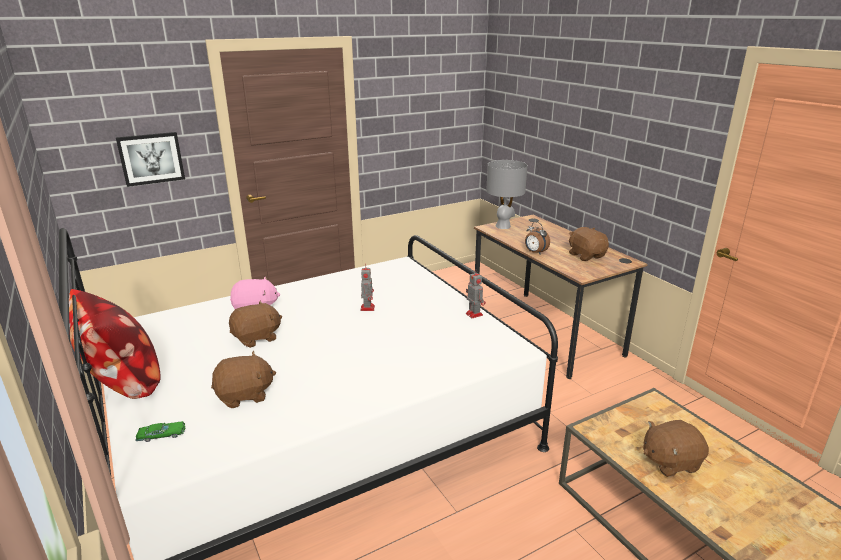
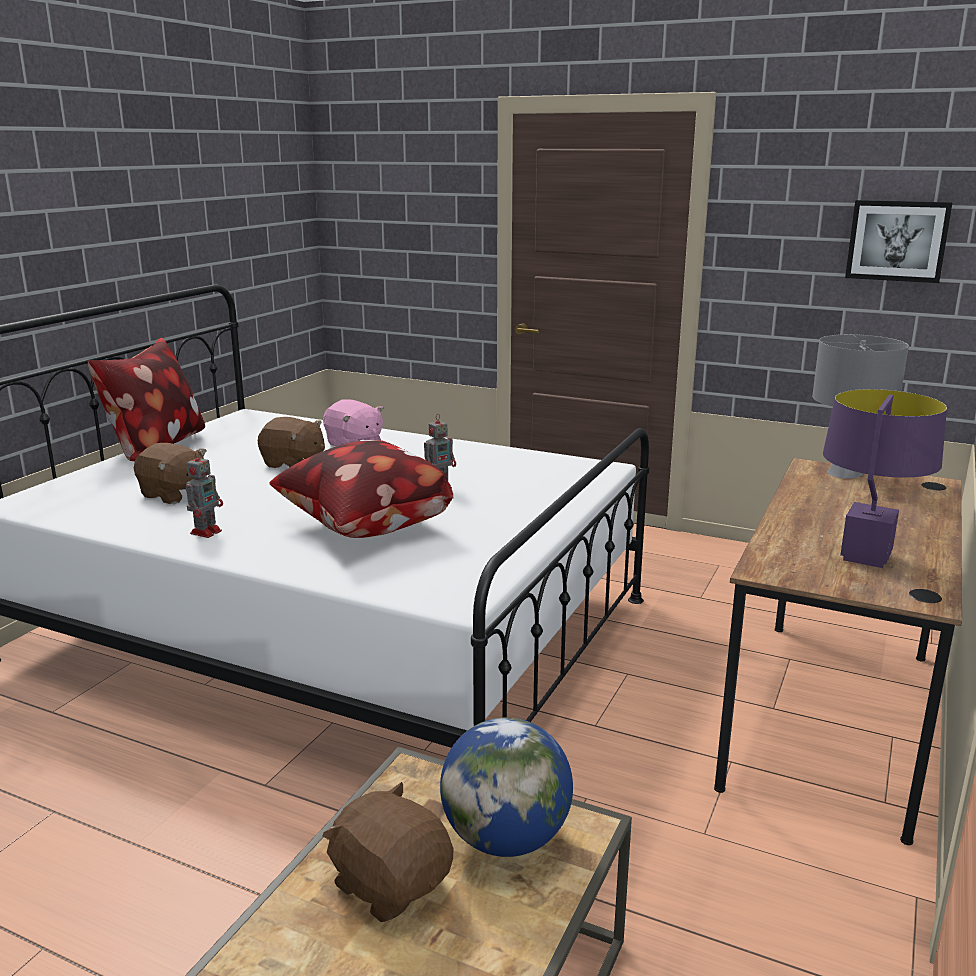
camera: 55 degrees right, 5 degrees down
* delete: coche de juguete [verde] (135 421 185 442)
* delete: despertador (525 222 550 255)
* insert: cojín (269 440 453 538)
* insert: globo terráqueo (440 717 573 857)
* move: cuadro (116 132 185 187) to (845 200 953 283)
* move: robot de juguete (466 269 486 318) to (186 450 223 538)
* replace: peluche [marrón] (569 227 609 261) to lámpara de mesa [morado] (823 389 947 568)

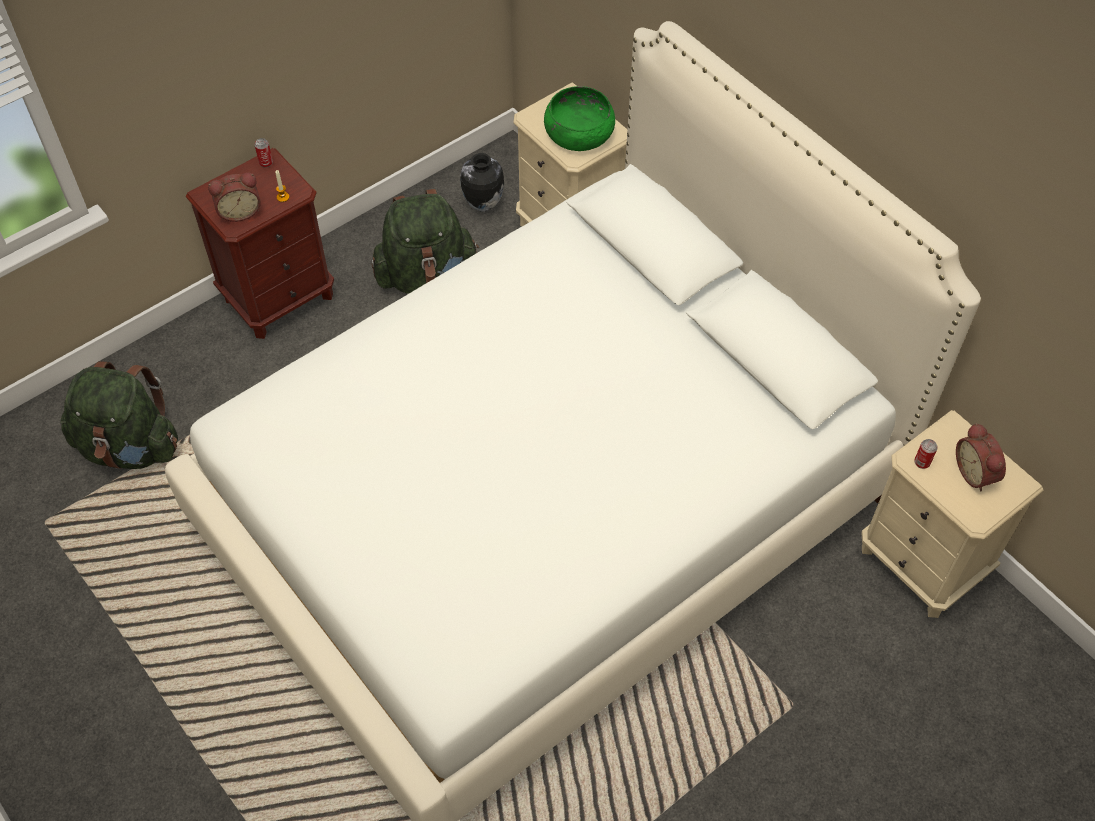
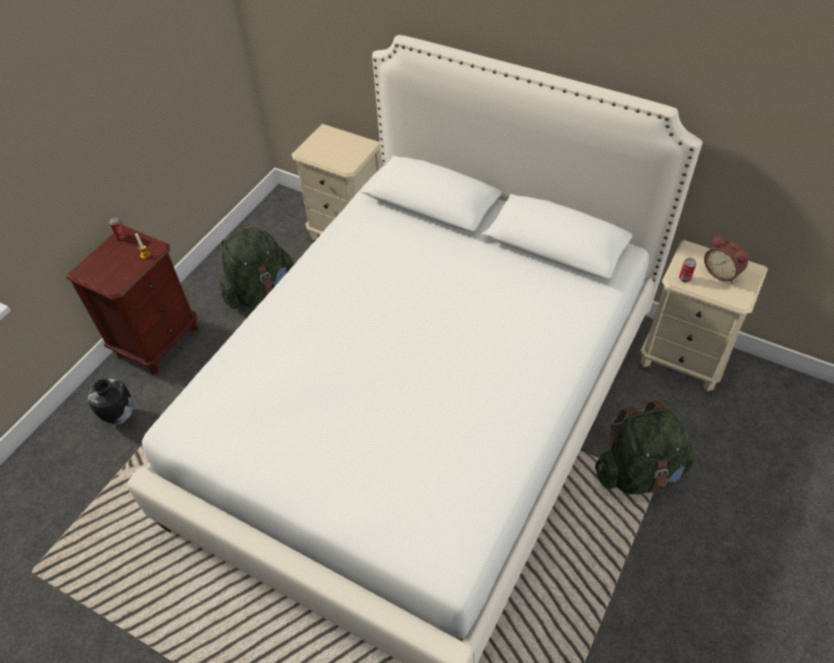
camera: 20 degrees left, 5 degrees down
* delete: despertador (208 173 261 222)
* delete: cuenco [verde] (544 86 615 151)
* move: mochila [verde] (61 361 178 469) to (595 400 695 494)
* move: florero (460 153 504 212) to (88 378 132 425)

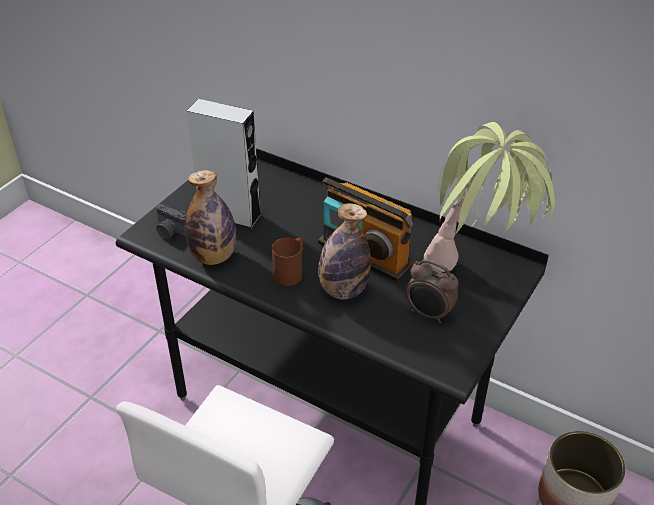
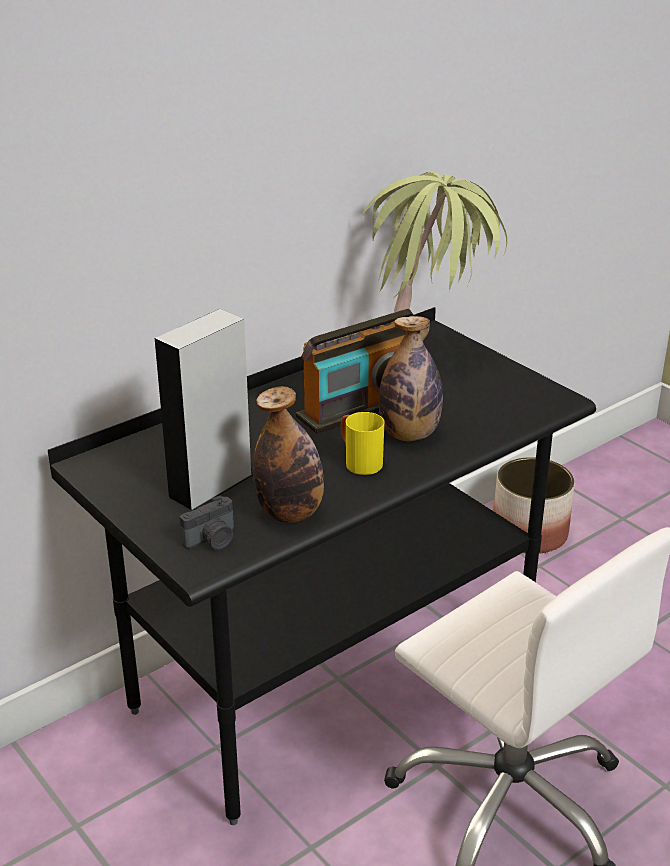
camera: 70 degrees left, 10 degrees down
* delete: despertador (405 259 459 323)
* recolor: taza grande [marrón] (272 238 303 286) to taza grande [amarillo] (341 412 384 475)

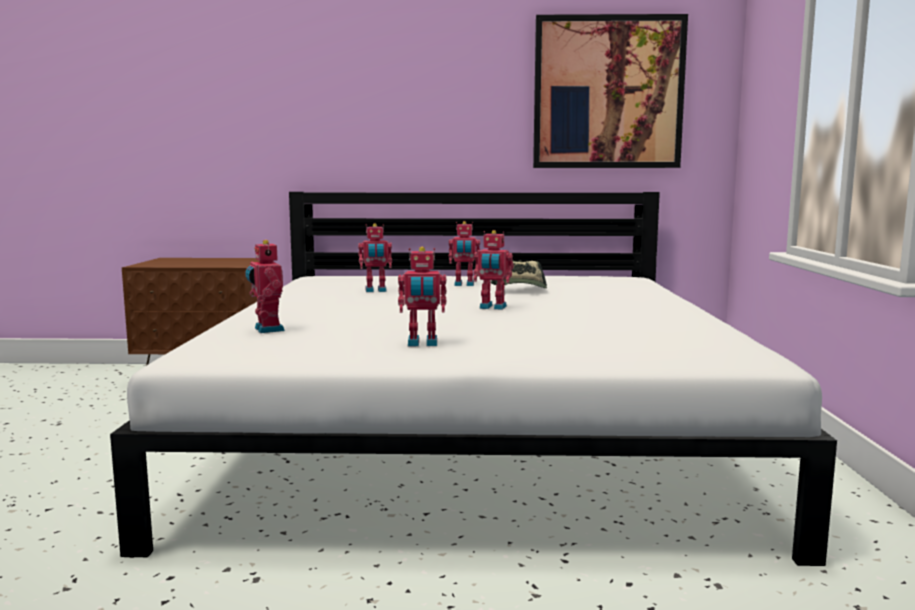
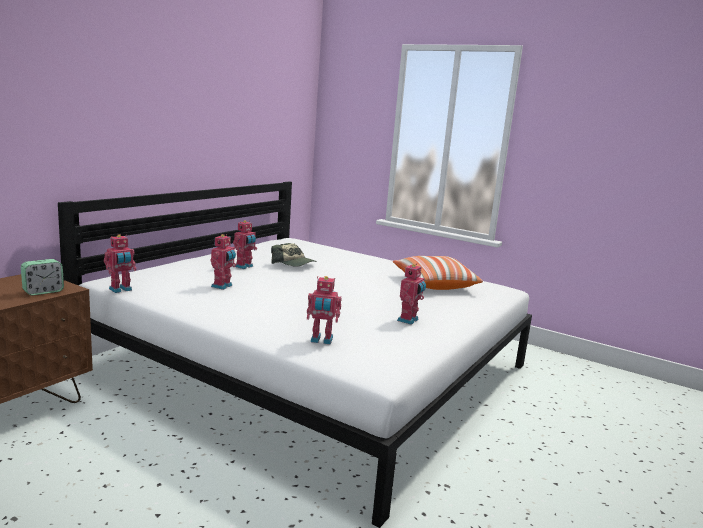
camera: 60 degrees left, 5 degrees up
* delete: cuadro (533 14 688 168)
* insert: despertador (21 259 64 296)
* insert: cojín (393 256 483 290)
* move: robot de juguete (473 230 513 310) to (104 234 137 293)

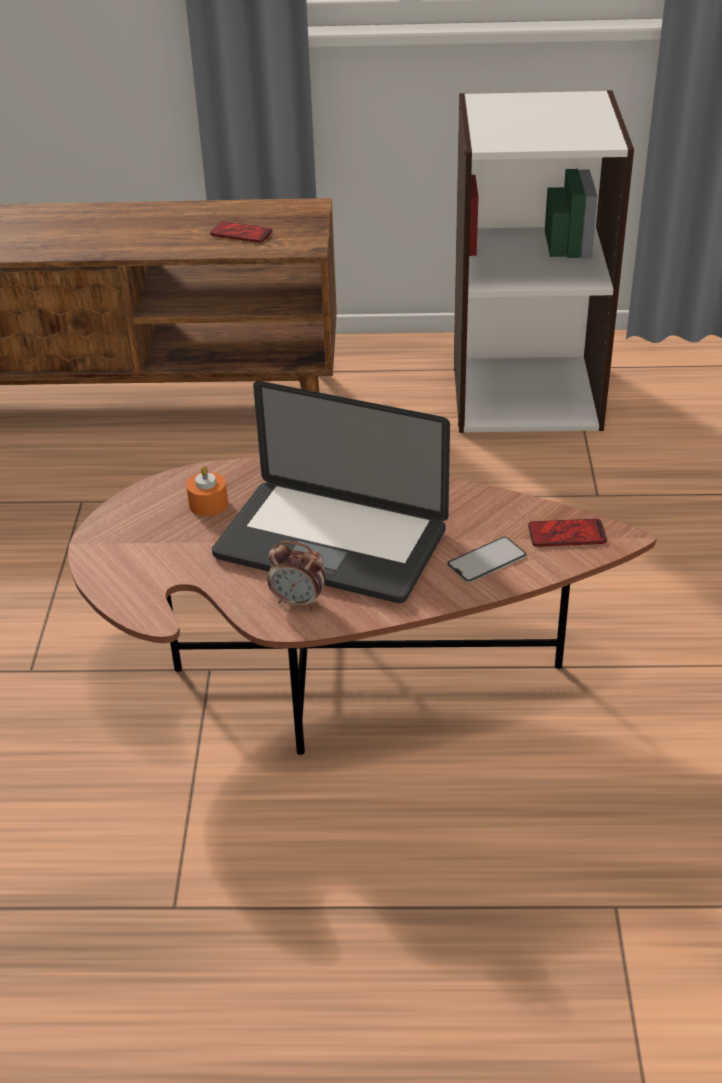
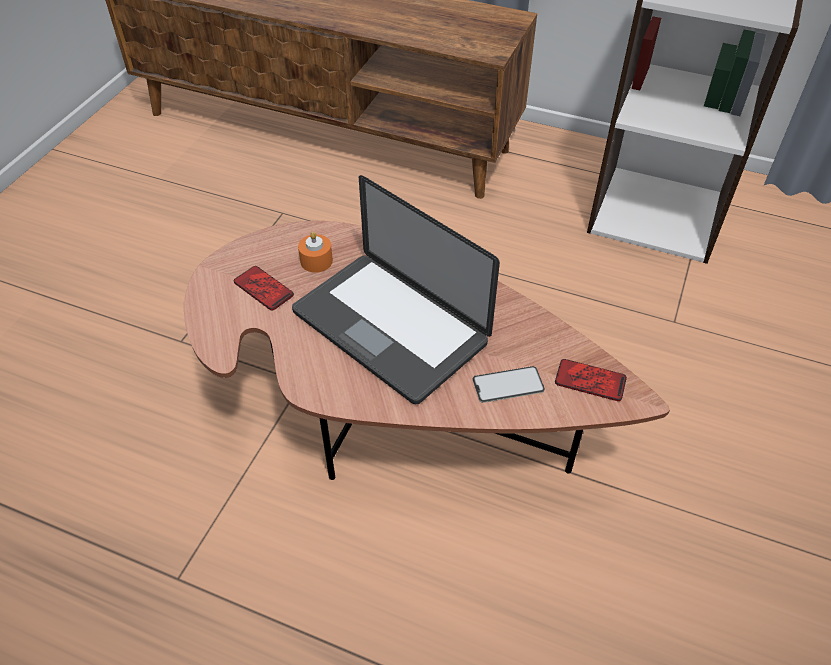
camera: 20 degrees right, 10 degrees up
* delete: despertador (267 541 326 610)
* move: móvil (210 221 273 243) to (234 266 294 310)

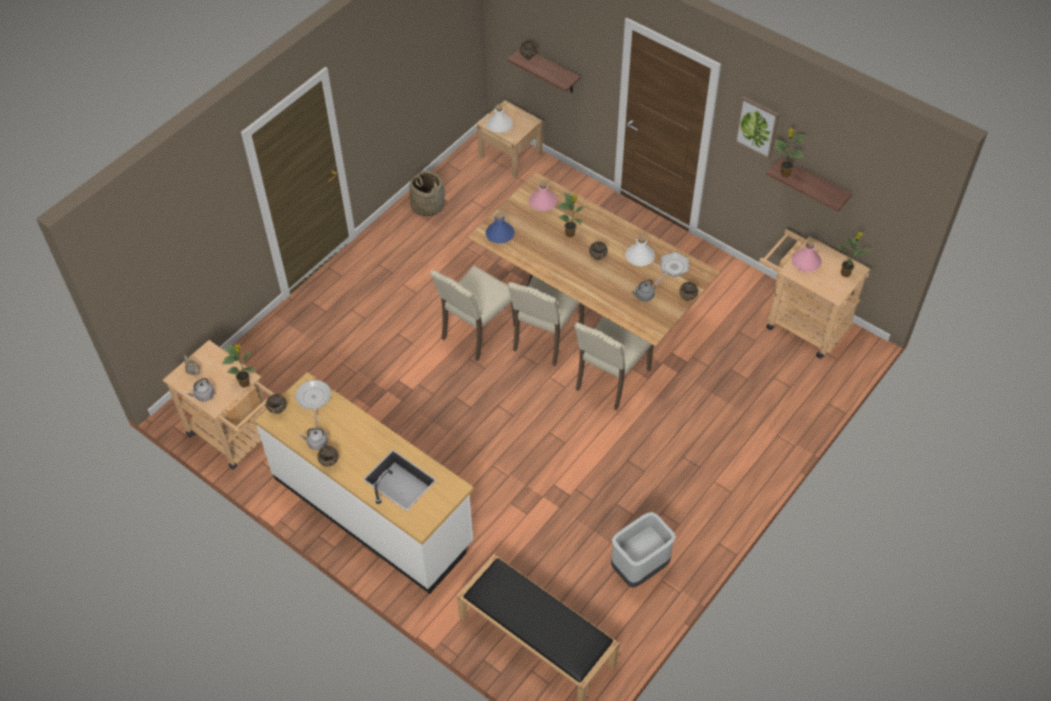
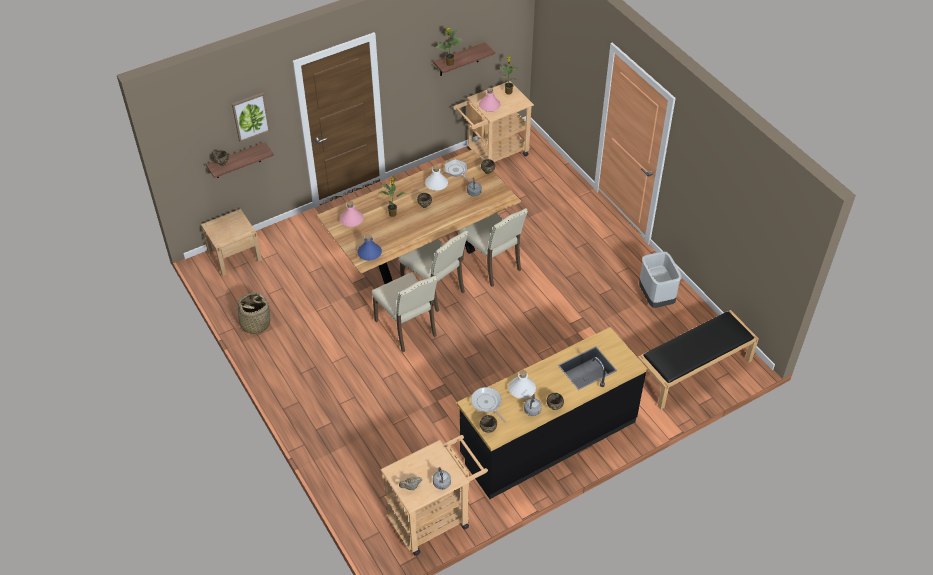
camera: 70 degrees left, 5 degrees down
* delete: planta en maceta (222 345 254 387)
* move: botella [blanco] (487 104 513 133) to (508 370 536 399)
* move: cuadro (734 96 780 160) to (232 93 270 142)
* recolor: mueble bajo de cocina [blanco] (254 372 474 594) to mueble bajo de cocina [negro] (457 327 647 499)
* rotate: sartén (295 380 331 427) = (471 387 506 423) 45 degrees clockwise

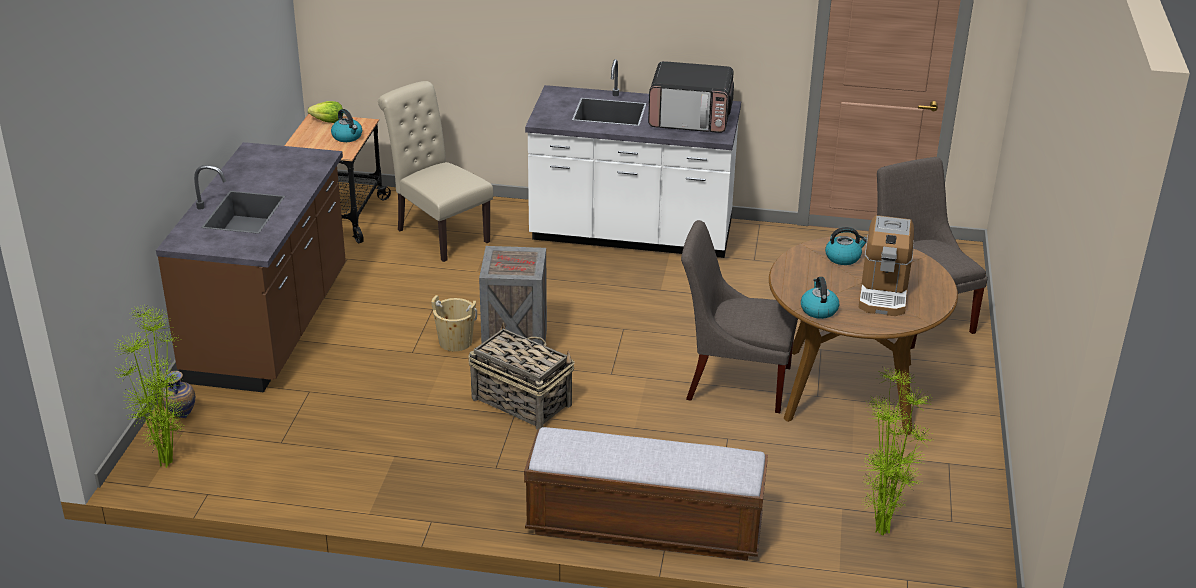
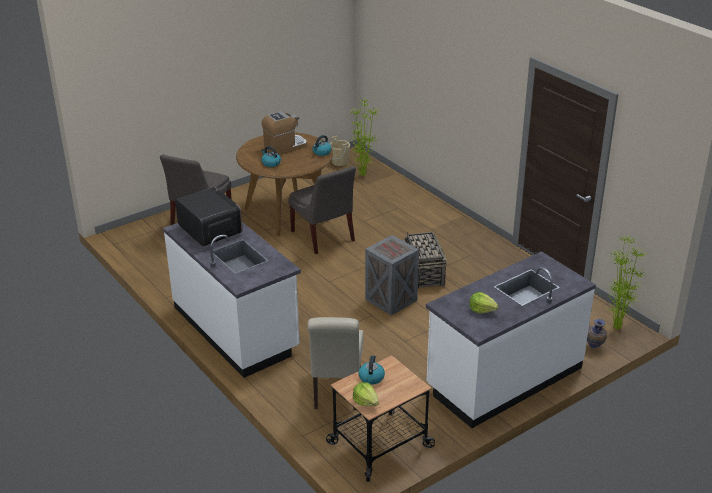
camera: 135 degrees left, 0 degrees up
* delete: banco (524 427 768 561)
* insert: lechuga (469 292 499 313)
* move: cubo [beis] (431 295 477 351) to (330 136 350 166)
* recolor: mueble bajo de cocina [marrón] (156 142 346 393) to mueble bajo de cocina [blanco] (426 251 596 428)

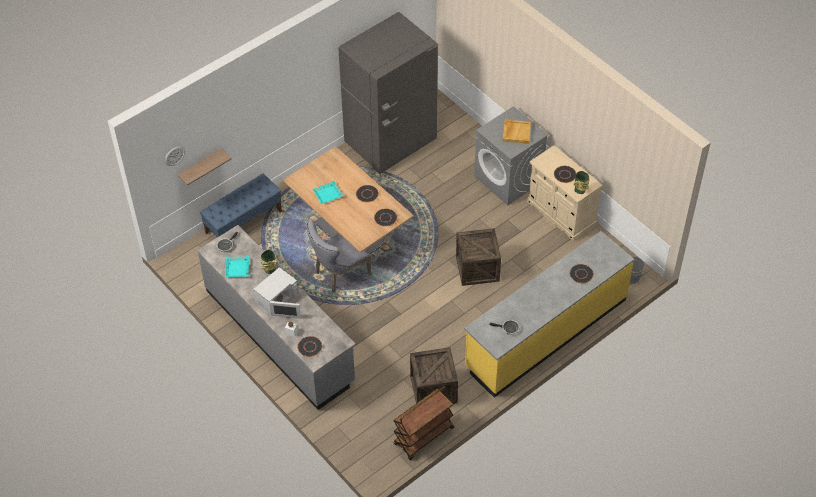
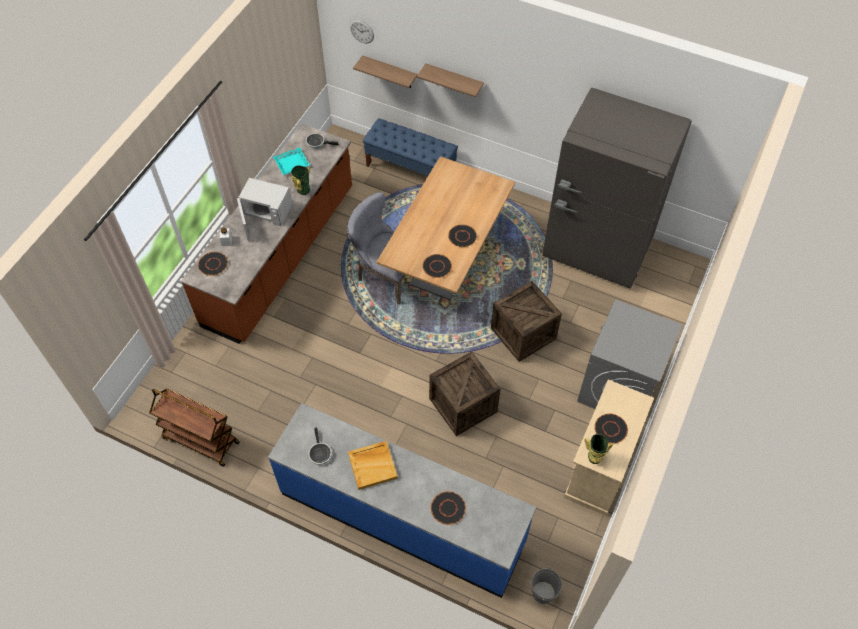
camera: 65 degrees right, 5 degrees up
* delete: bandeja [turquesa] (312 181 344 204)
* insert: estante (417 63 484 97)
* move: caja de embalaje (410 347 458 404) to (491 281 562 362)
* move: bandeja [beis] (503 120 531 144) to (348 441 398 490)
* recolor: mueble bajo de cocina [gris] (197 225 356 410) to mueble bajo de cocina [marrón] (181 123 352 344)
* recolor: mueble bajo de cocina [amarillo] (464 231 635 398) to mueble bajo de cocina [azul] (268 403 536 598)

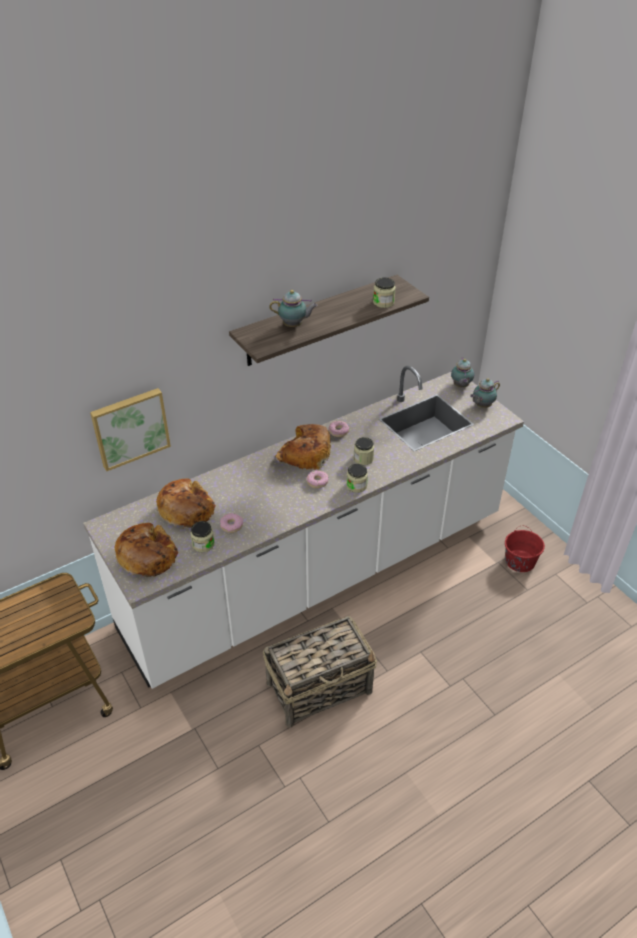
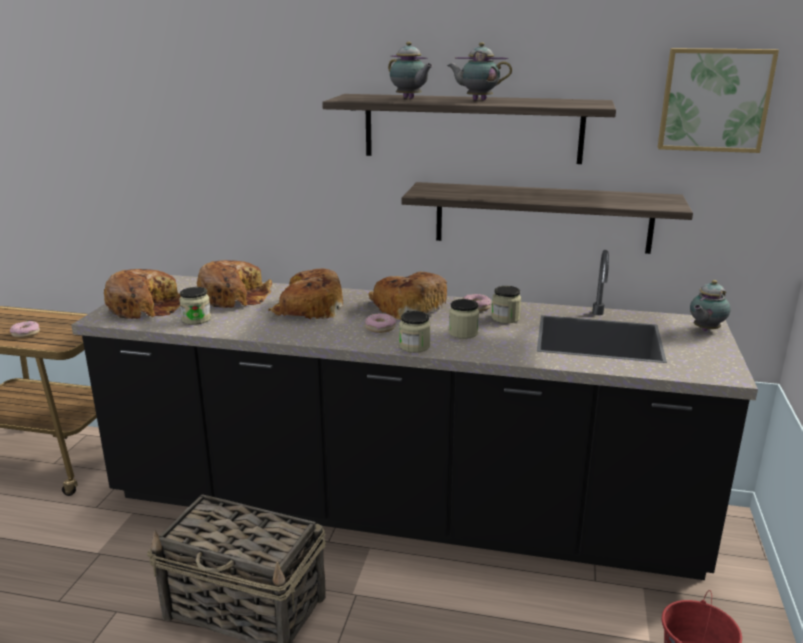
camera: 45 degrees right, 20 degrees down
* insert: pan (268 268 343 319)
* insert: estante (401 182 693 254)
* move: cuadro (90 388 171 471) to (658 48 779 153)
* move: rosquilla (220 513 243 533) to (10 321 40 338)
* move: tarro (373 277 396 308) to (491 286 521 323)
* move: tetera (470 378 500 408) to (447 42 512 100)
* recolor: mueble bajo de cocina [blanco] (83 366 524 689) to mueble bajo de cocina [negro] (71 250 758 580)

